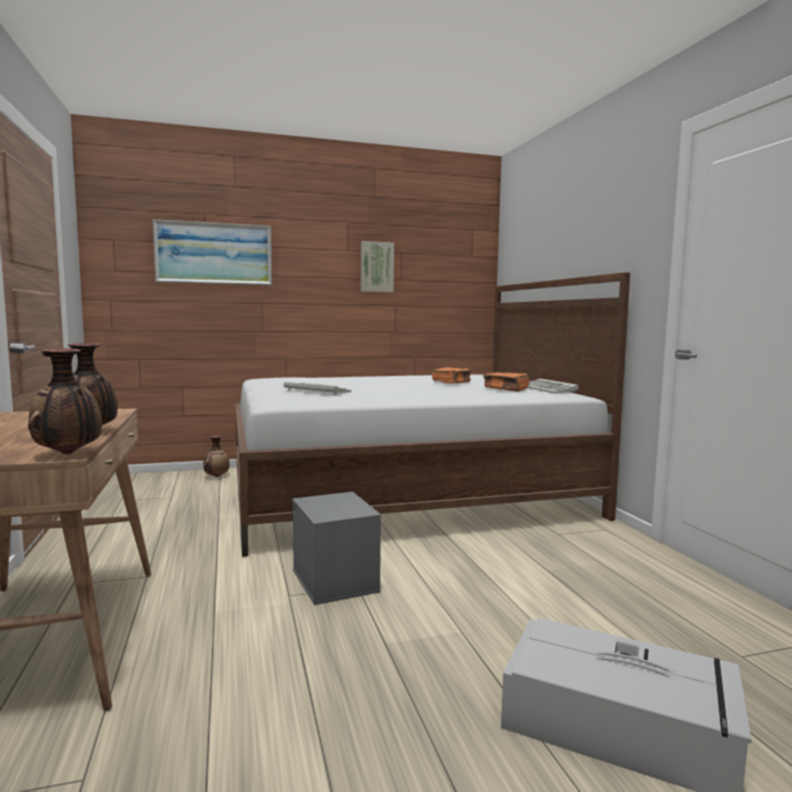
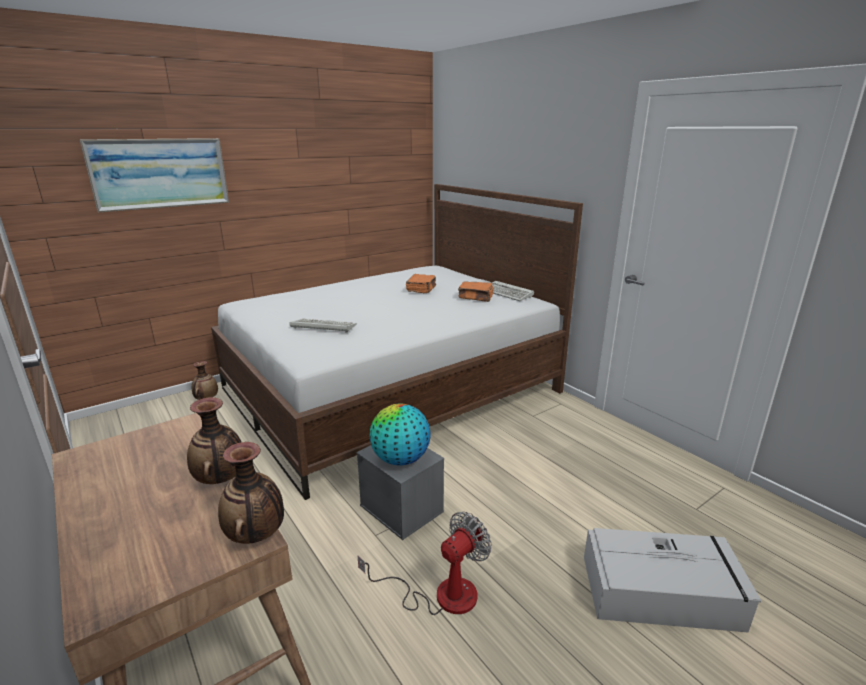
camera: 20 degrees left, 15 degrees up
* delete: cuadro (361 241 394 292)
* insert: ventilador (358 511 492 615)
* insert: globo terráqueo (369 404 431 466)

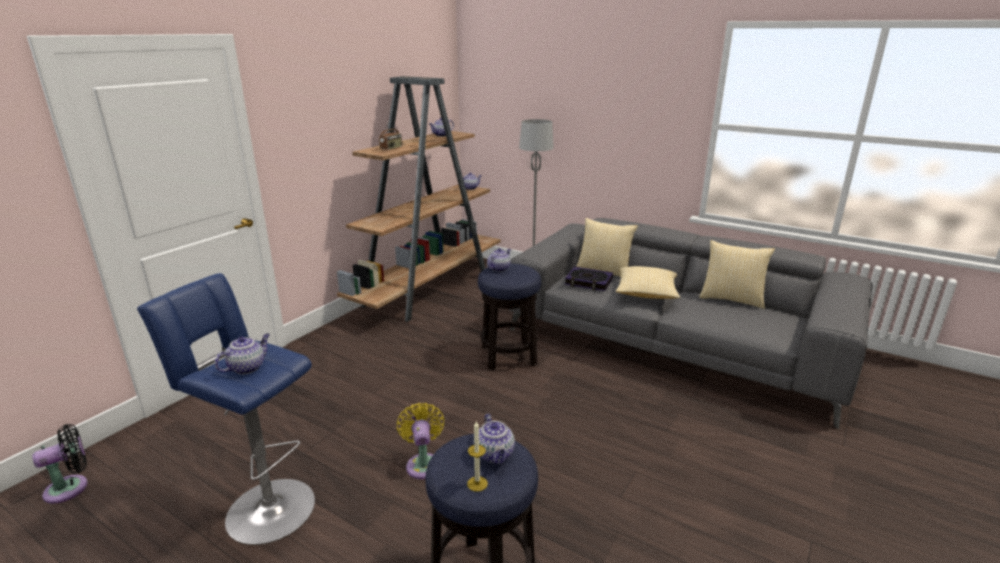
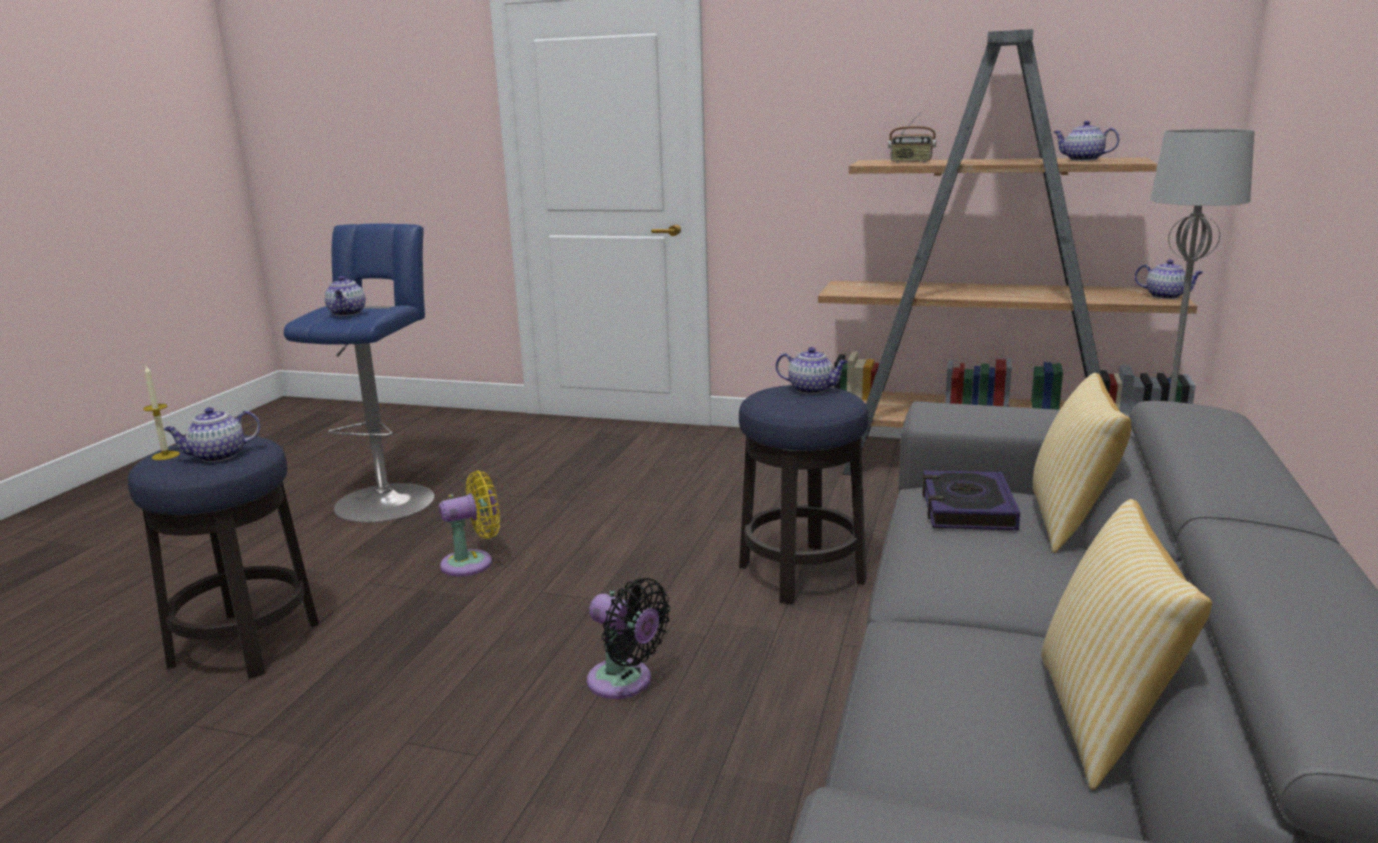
camera: 75 degrees right, 5 degrees down
* delete: cojín (616 266 680 299)
* move: ventilador [negro] (32 424 88 504) to (587 578 670 699)
* rotate: tetera (215 334 270 374) = (324 276 366 316) 60 degrees clockwise

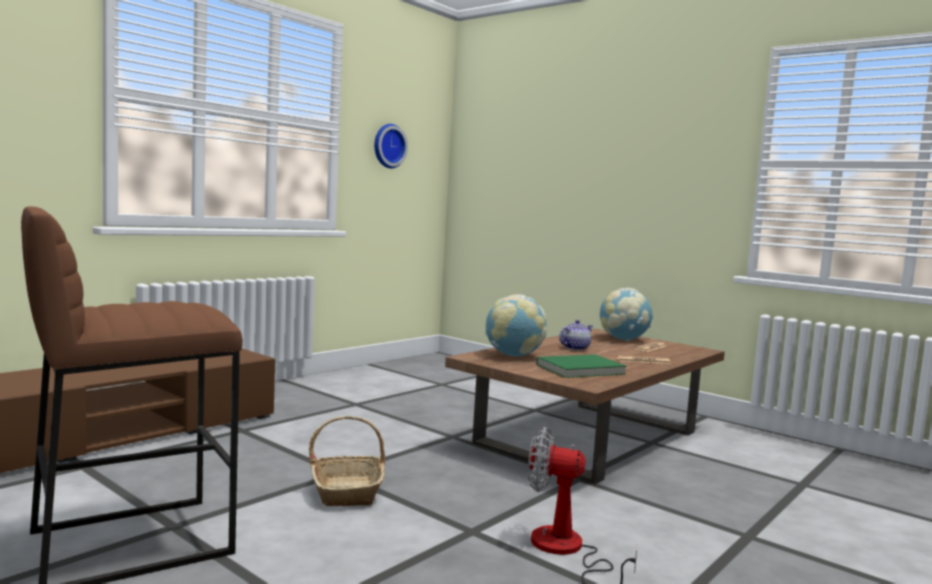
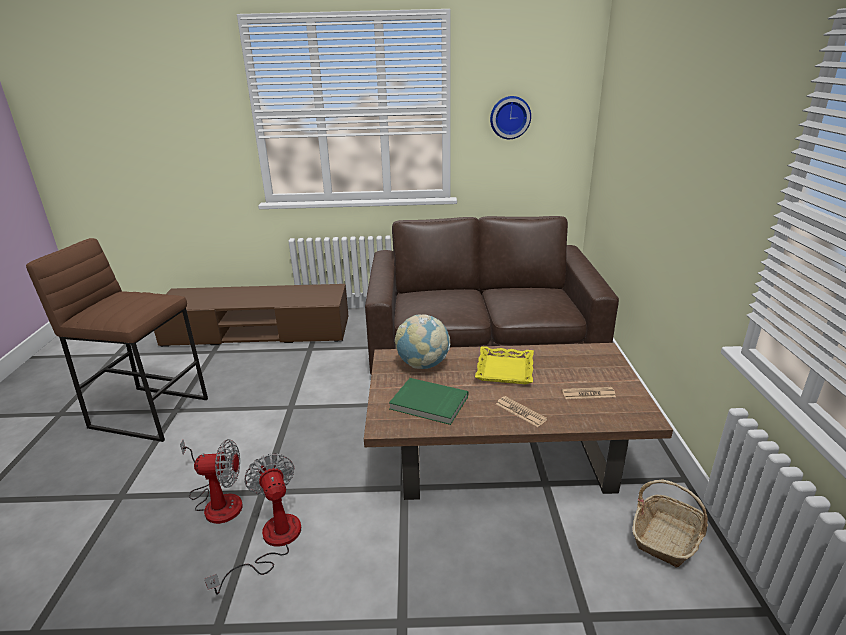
camera: 50 degrees right, 20 degrees up
* delete: globo terráqueo (600 288 653 341)
* insert: ventilador (180 439 243 524)
* insert: sofá [marrón] (365 216 619 374)
* move: cesta (309 416 385 506) to (633 479 708 568)
* replace: tetera (559 320 593 350) to bandeja [amarillo] (475 346 534 384)

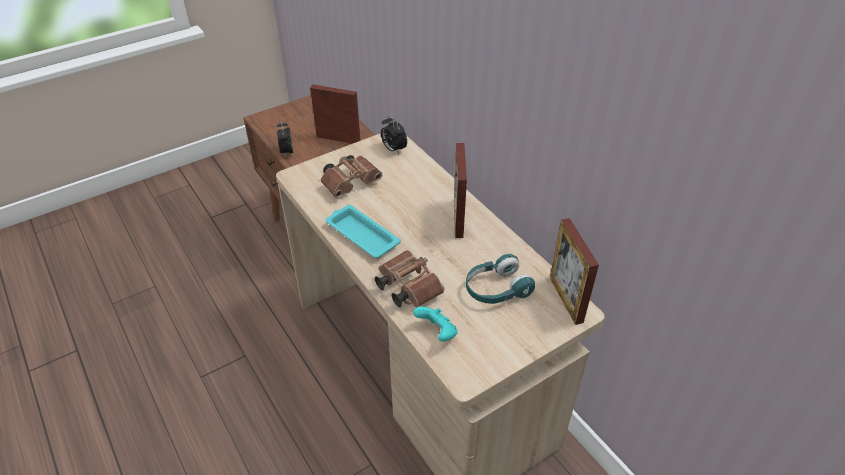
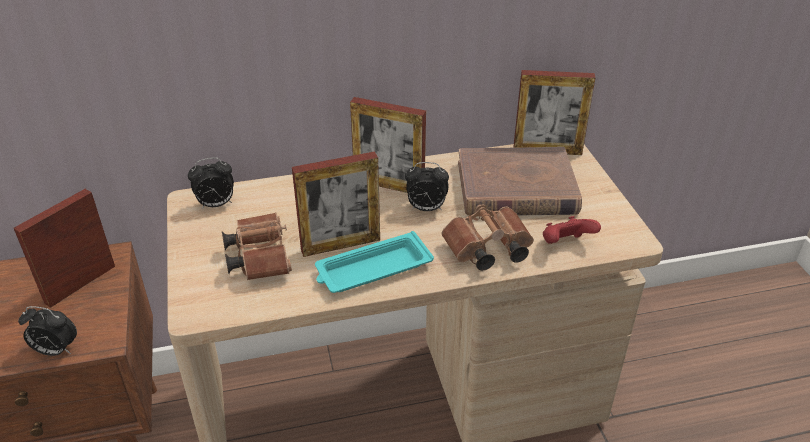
camera: 70 degrees left, 5 degrees down
* insert: portarretratos (292 151 380 257)
* insert: despertador (405 162 449 211)
* replace: auriculares [turquesa] (466 254 535 304) to libro [marrón] (458 147 582 216)
* recolor: mando de consola [turquesa] (413 307 458 342) to mando de consola [rojo] (543 216 601 244)

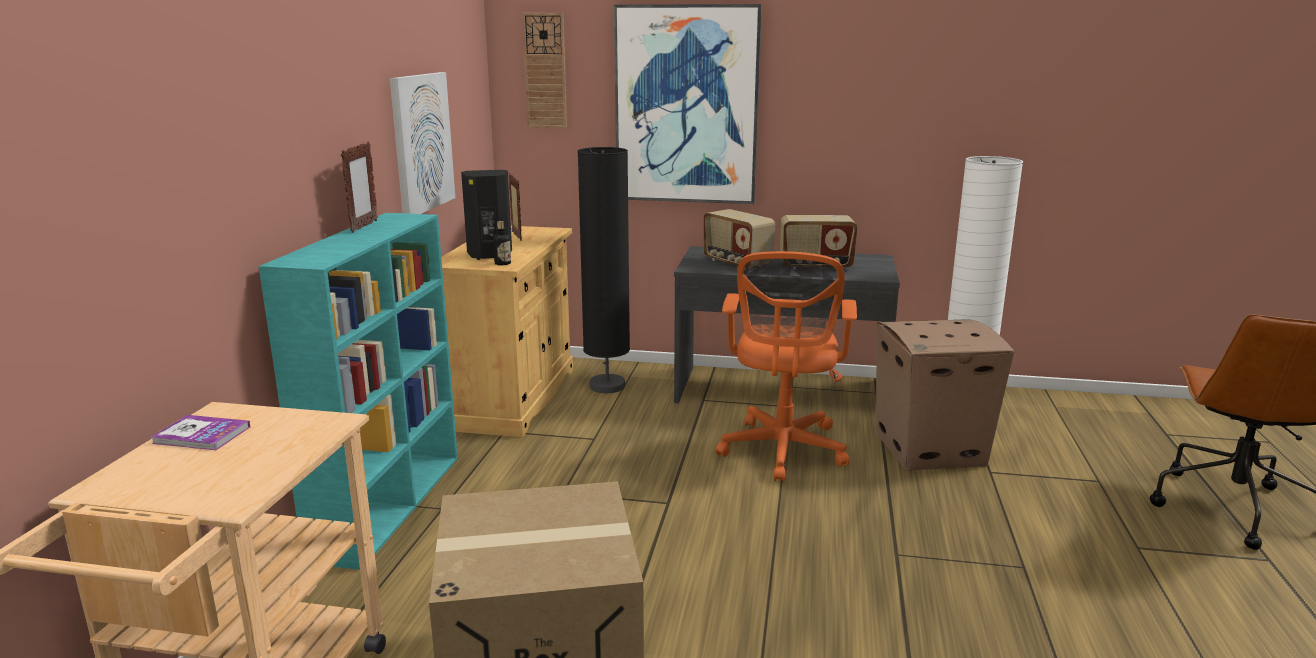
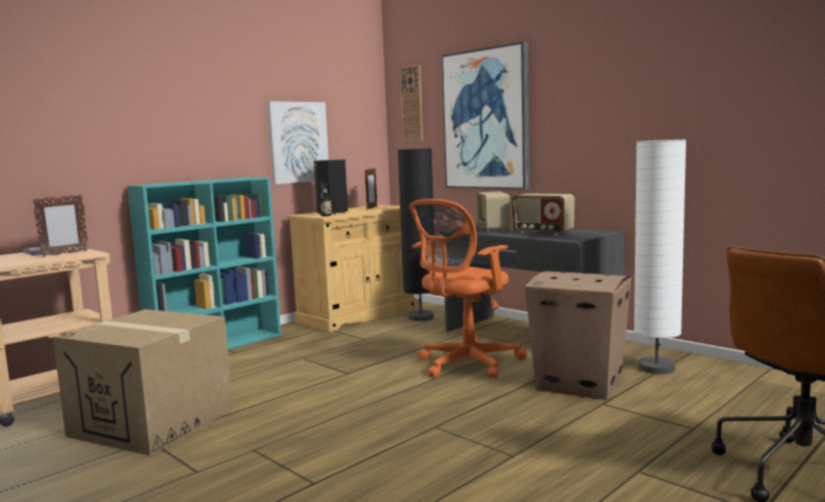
camera: 35 degrees right, 10 degrees down
* move: portarretratos (341 142 378 233) to (32 194 89 257)

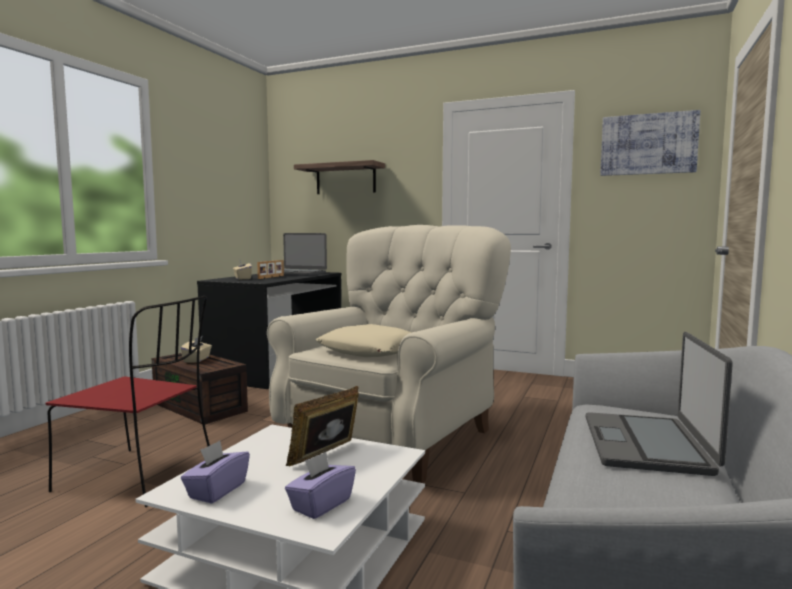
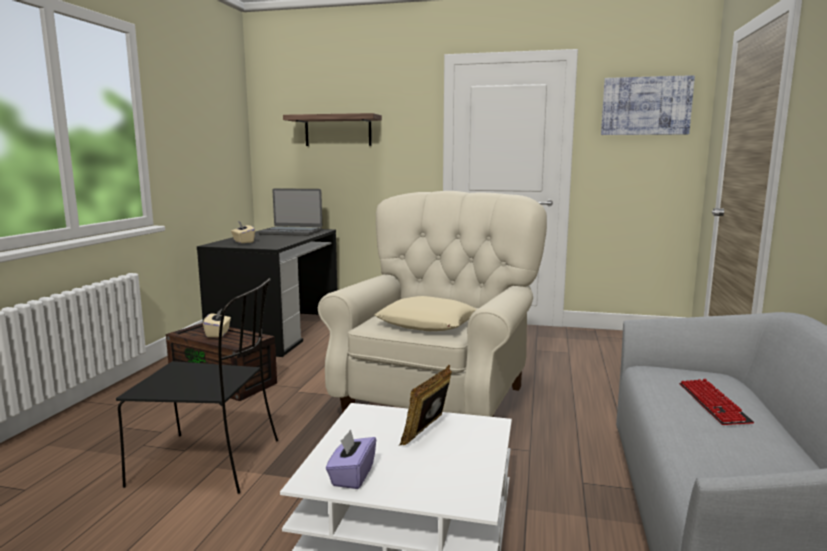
camera: 10 degrees left, 5 degrees up
* delete: portarretratos (257 260 284 279)
* delete: caja de pañuelos [morado] (285 452 356 519)
* replace: portátil (586 332 733 476) to teclado (679 379 754 425)
* recolor: silla [rojo] (46 296 210 507) to silla [negro] (116 278 278 494)

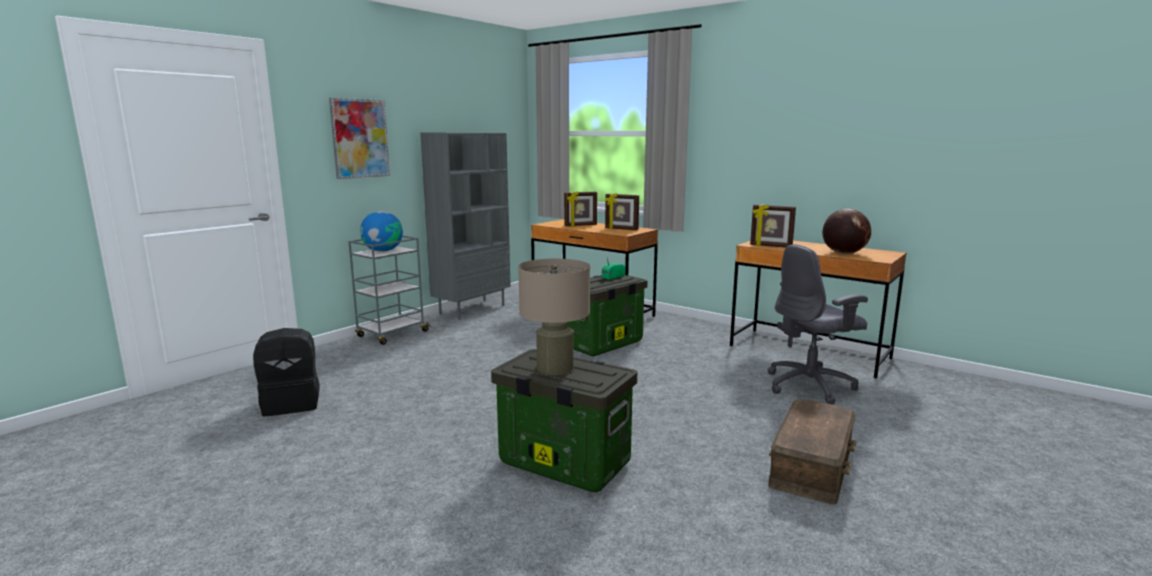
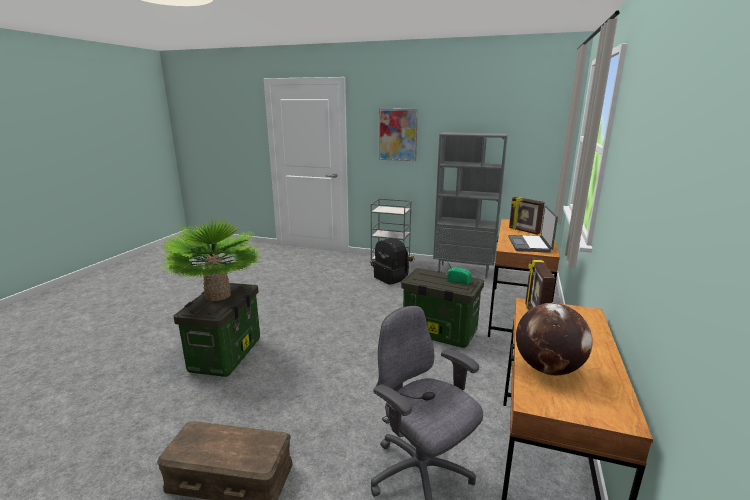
camera: 70 degrees right, 5 degrees up
* delete: globo terráqueo (360 212 403 252)
* move: mochila [negro] (253 328 319 416) to (373 238 409 285)
* replace: lámpara de mesa [beis] (518 259 590 375) to planta en maceta (160 216 262 301)
* replace: portarretratos (605 194 639 230) to portátil (508 206 558 253)

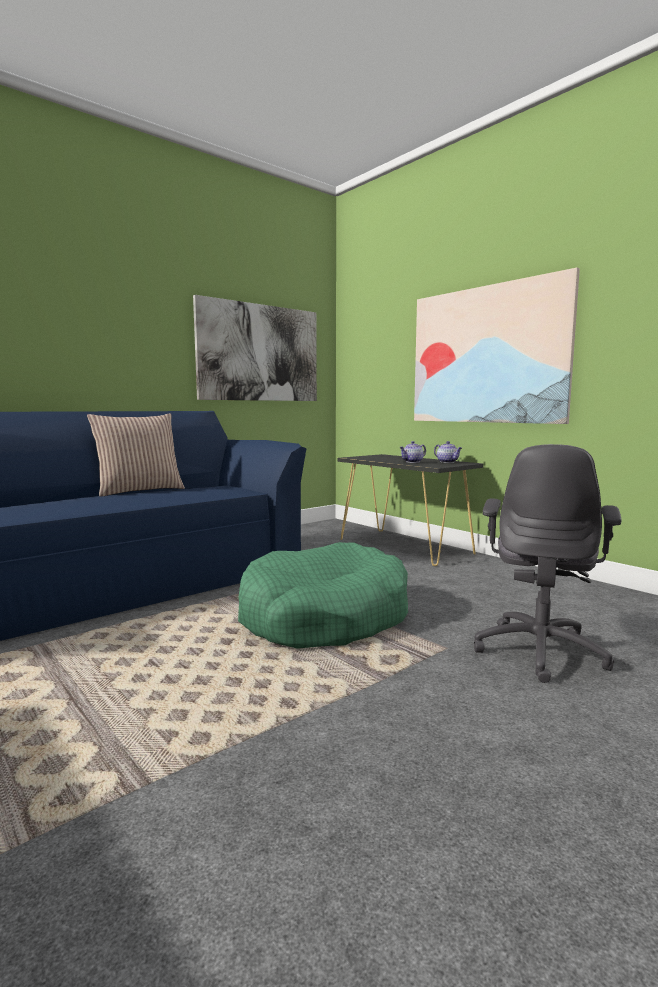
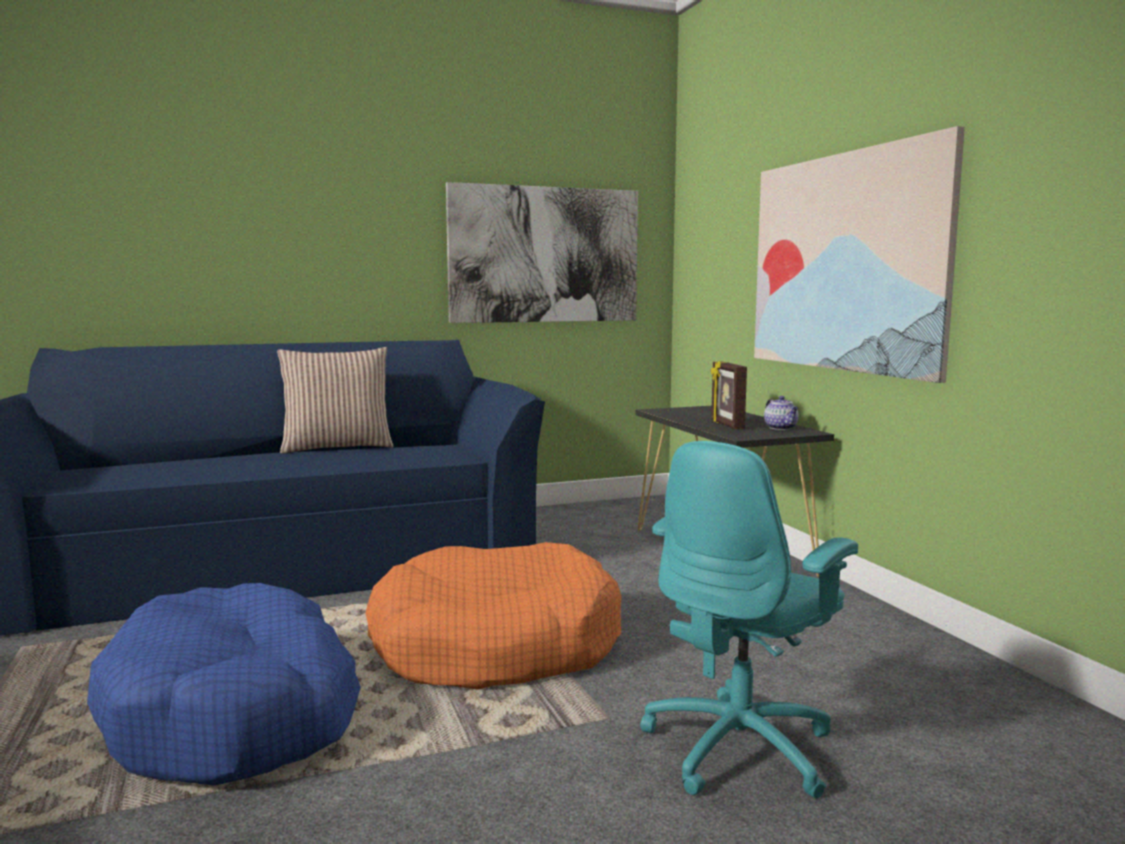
camera: 20 degrees right, 0 degrees up
* insert: cama para perro [azul] (87 583 361 786)
* replace: tetera (399 441 426 463) to portarretratos (711 361 747 429)
* recolor: cama para perro [verde] (238 542 408 649) to cama para perro [naranja] (365 542 622 689)
* recolor: silla de oficina [gris] (474 444 622 683) to silla de oficina [turquesa] (640 441 858 798)

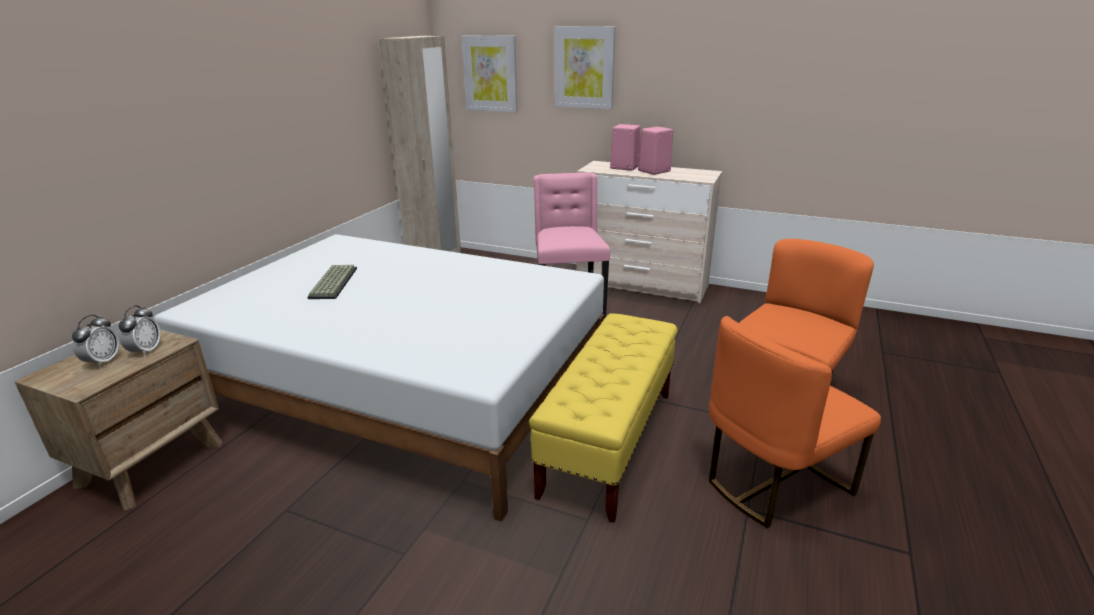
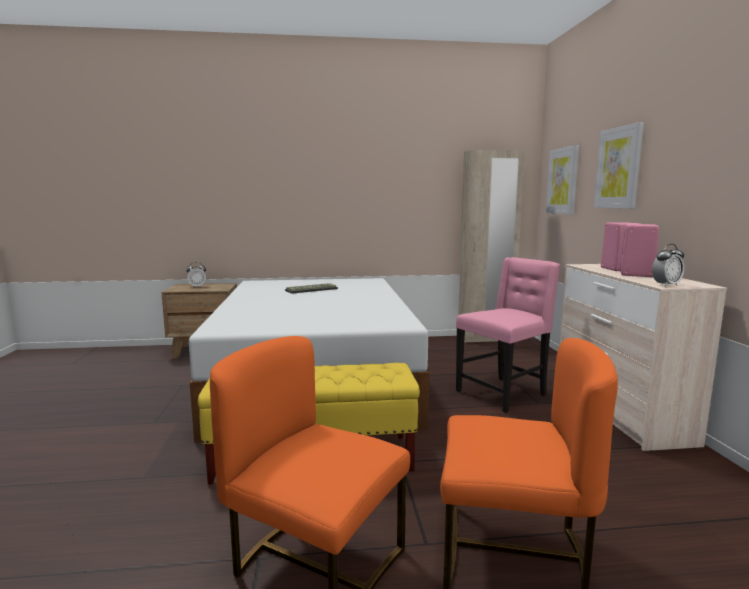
camera: 60 degrees right, 15 degrees down
* move: despertador (119 305 161 357) to (652 244 684 287)

